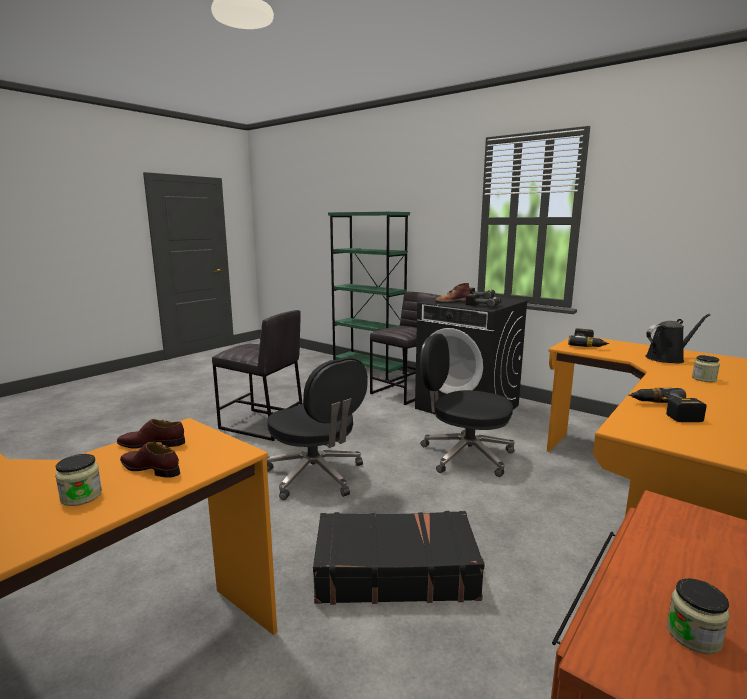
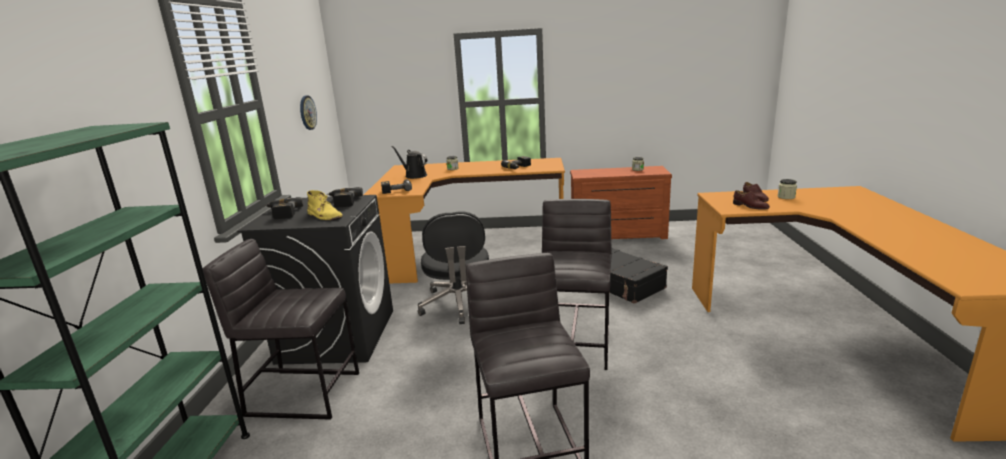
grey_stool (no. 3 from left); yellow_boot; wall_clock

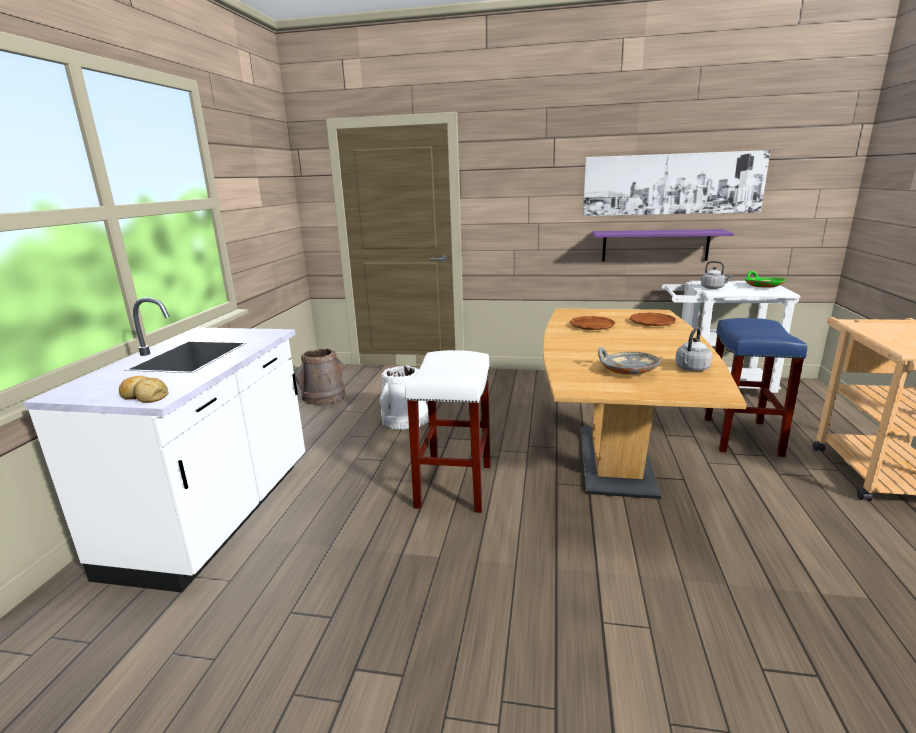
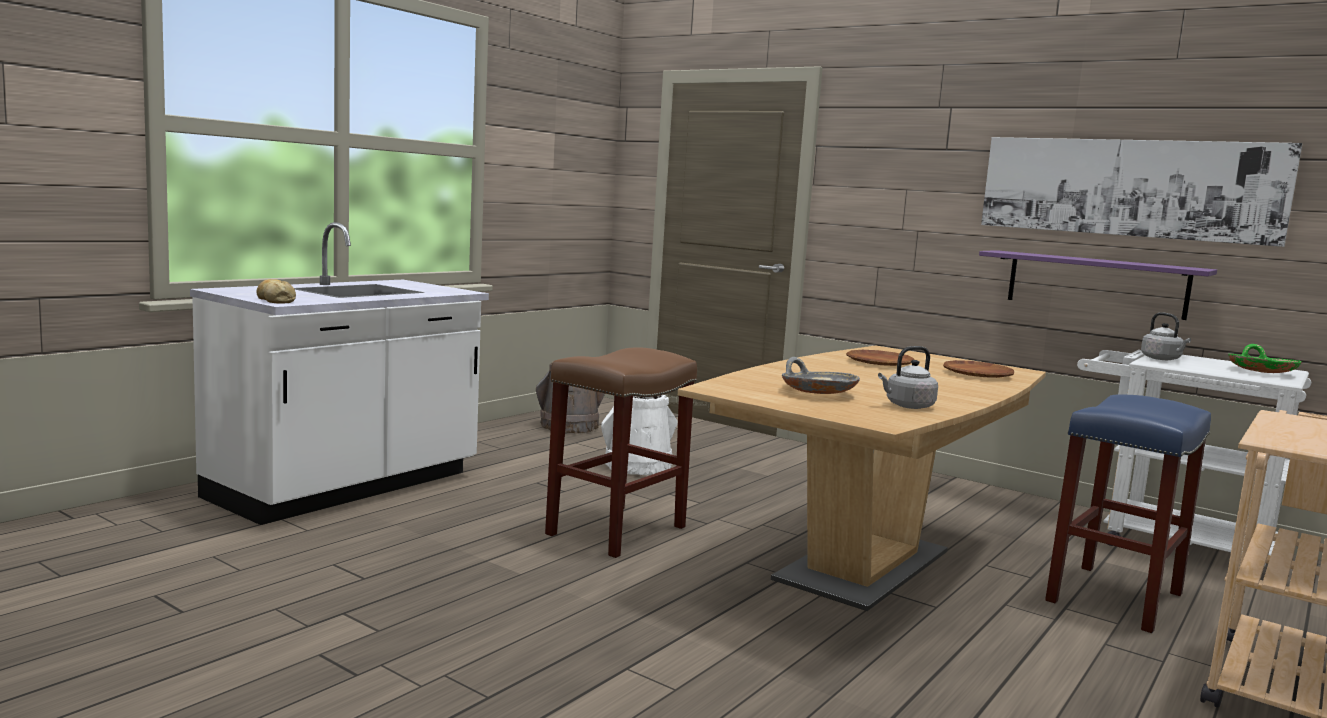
brown_stool

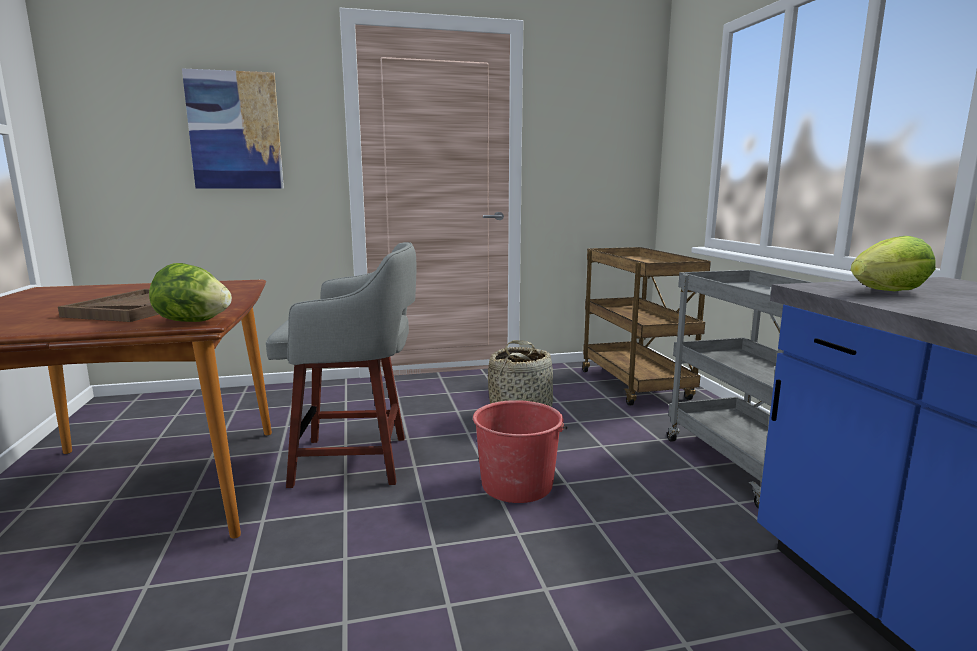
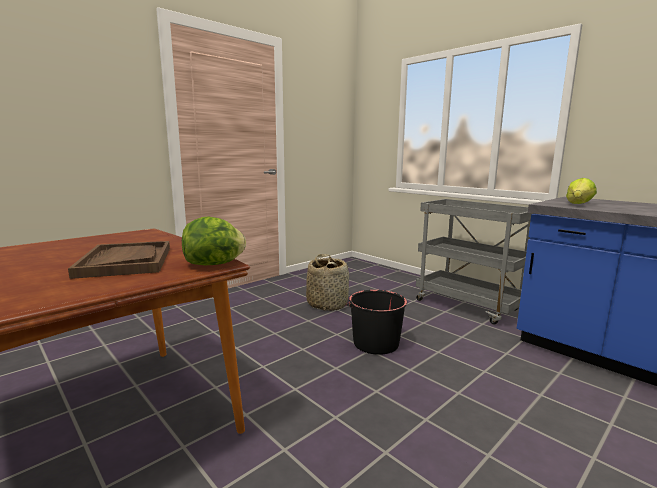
picture; grey_stool; black_bucket; brown_cart

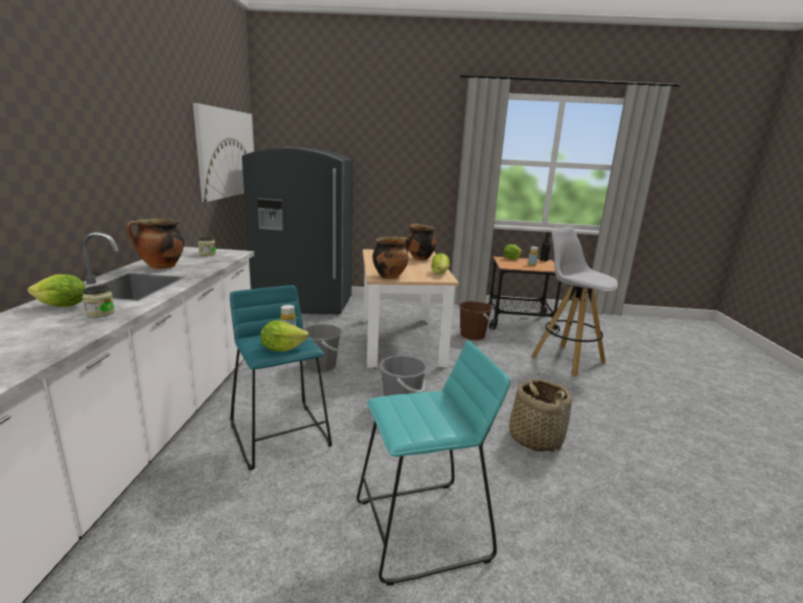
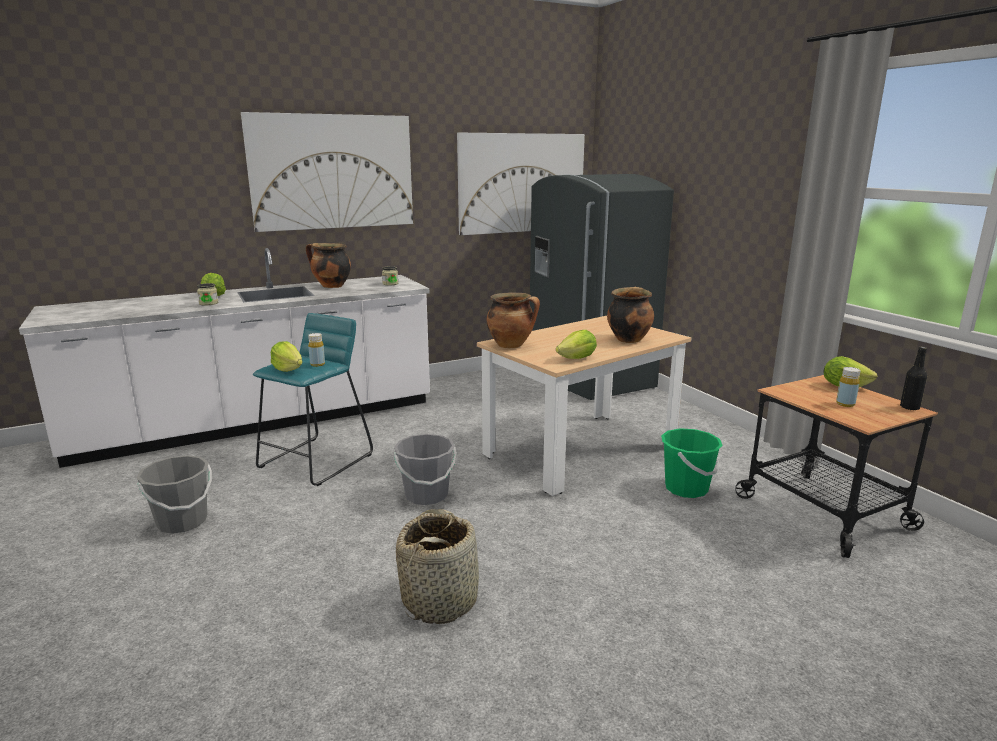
grey_bucket (no. 1 from left); turquoise_stool (no. 2 from left in the first image); green_bucket; white_stool; picture (no. 1 from left)

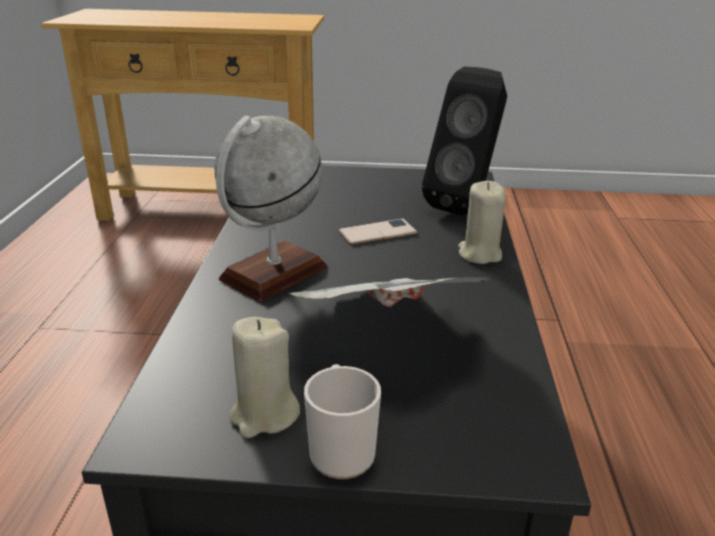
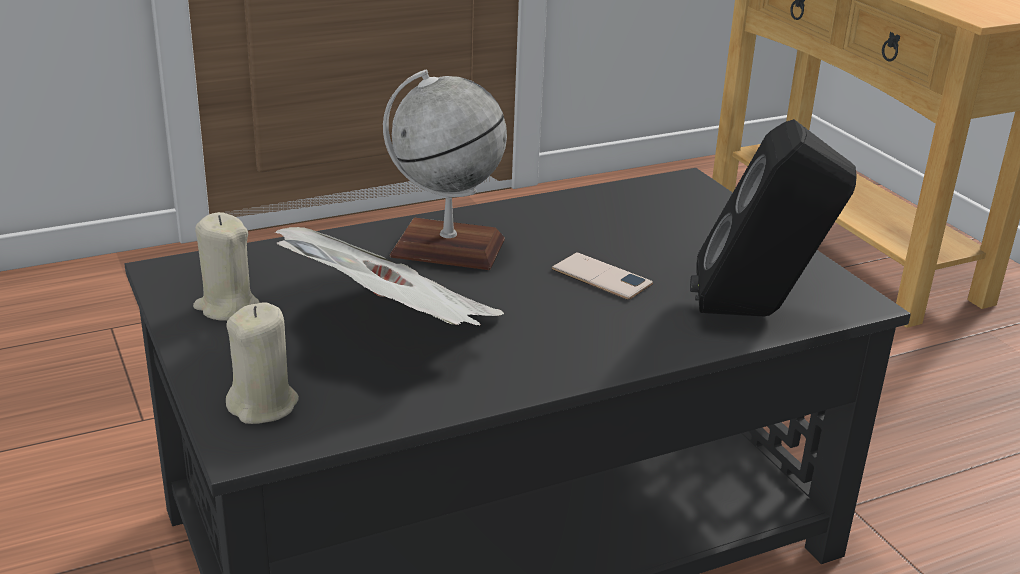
mug; beige_candle (no. 2 from left)

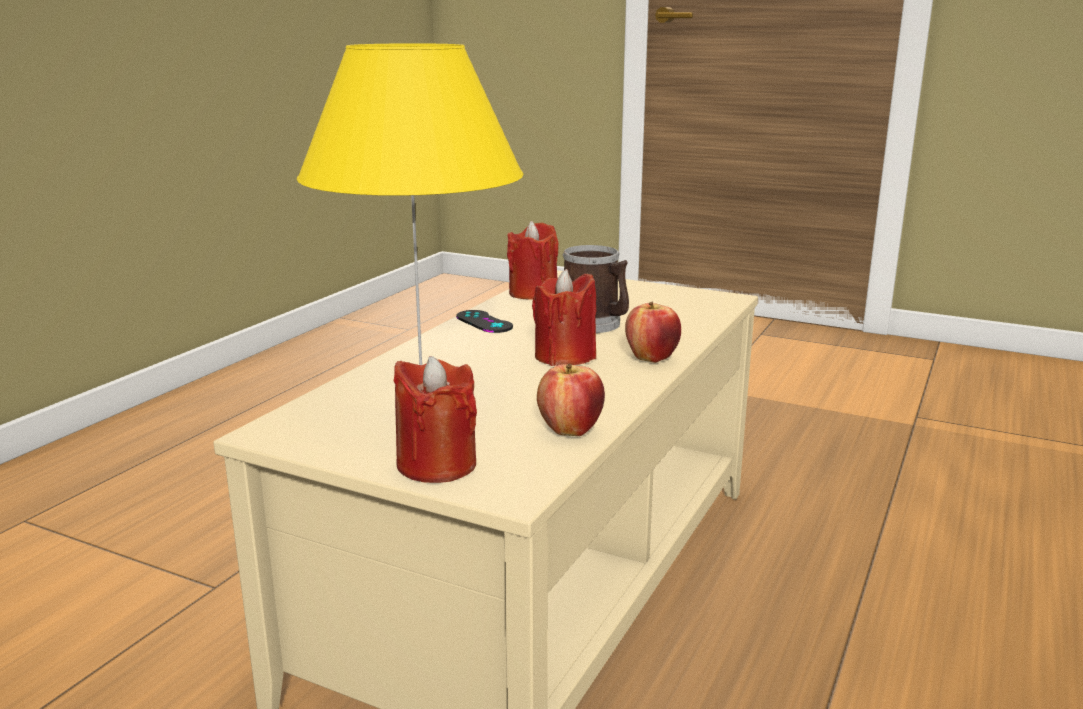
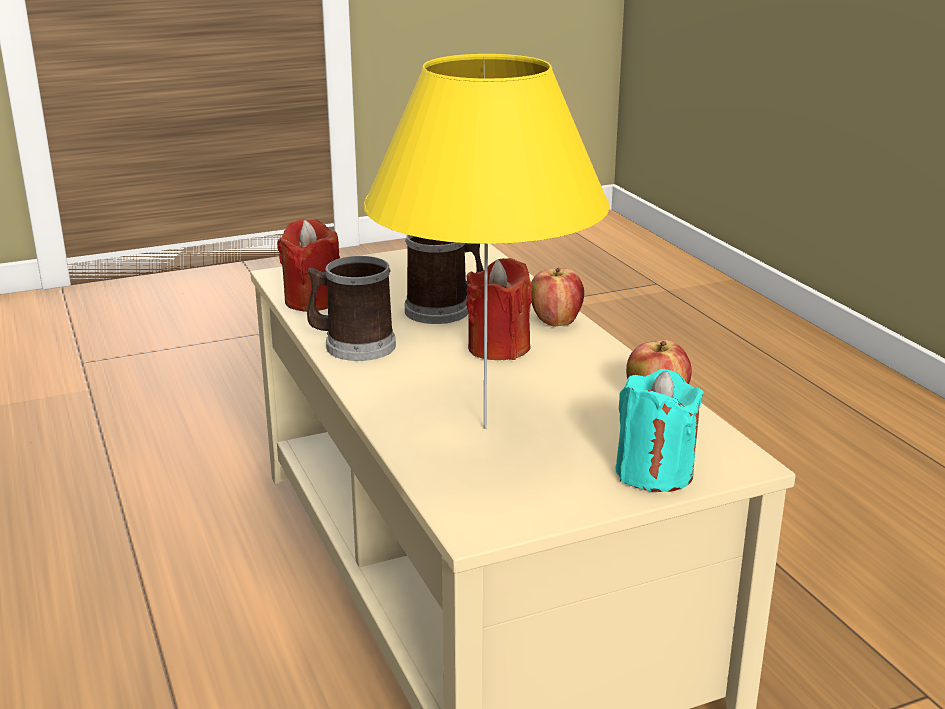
turquoise_candle; mug (no. 1 from left)

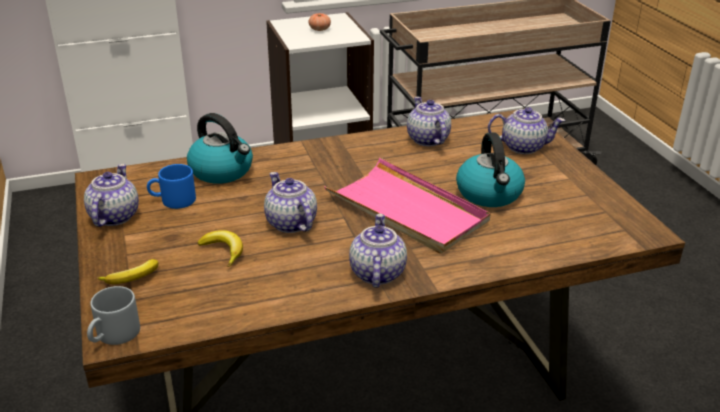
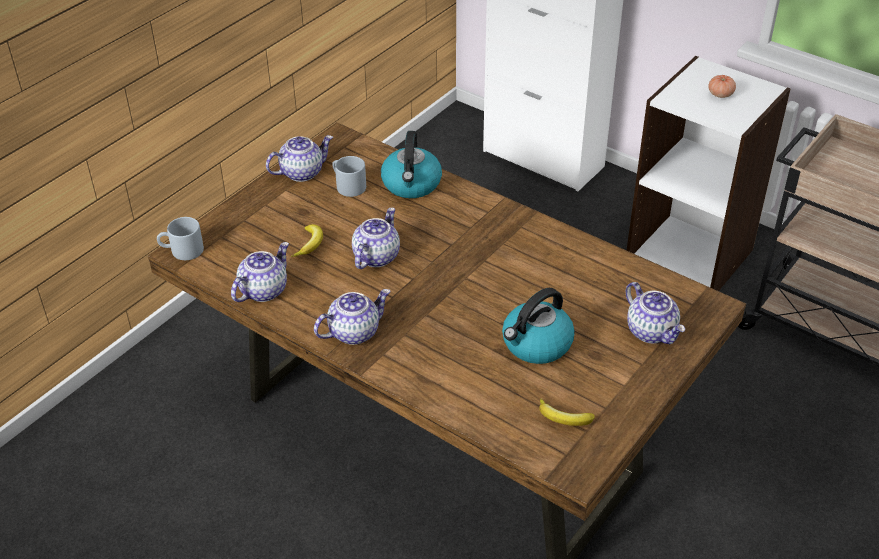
banana (no. 2 from left); grey_mug (no. 2 from left); pink_tray; teapot (no. 1 from left)

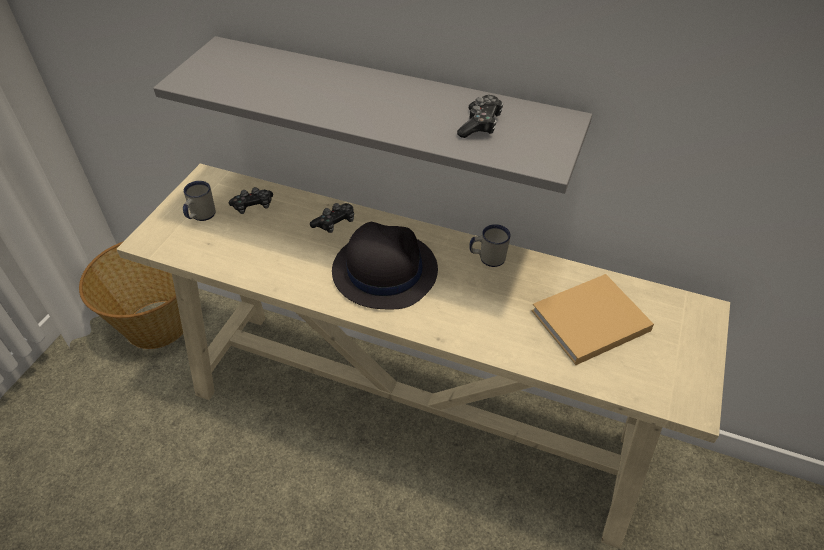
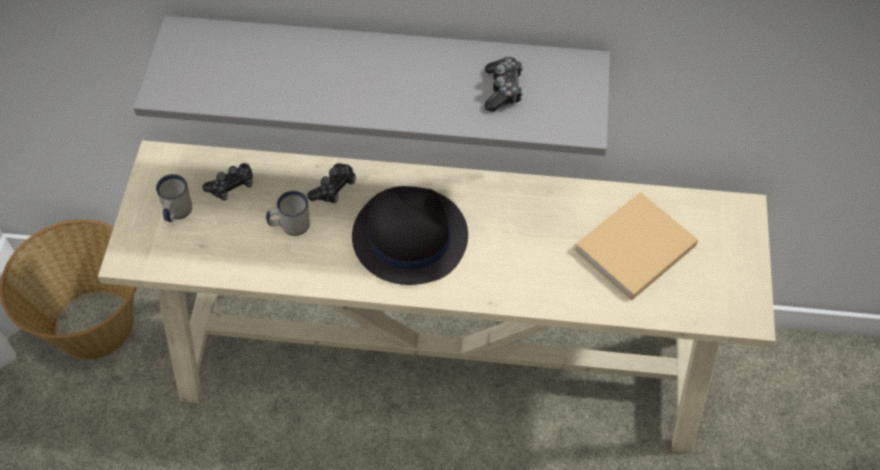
white_mug (no. 2 from left)

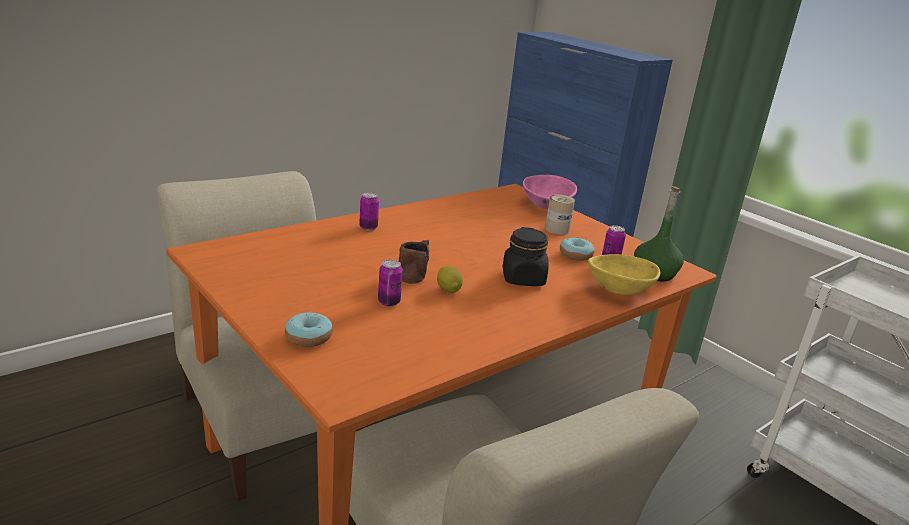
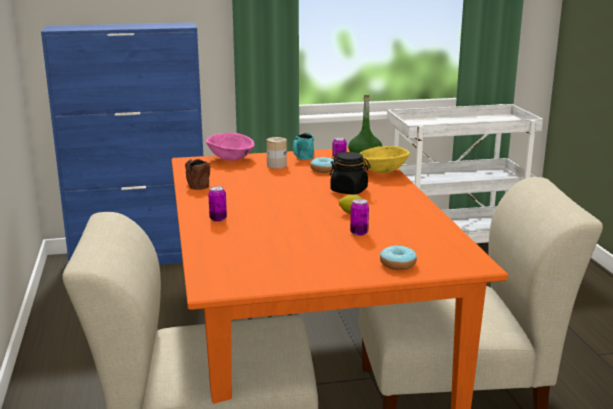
brown_mug; turquoise_mug

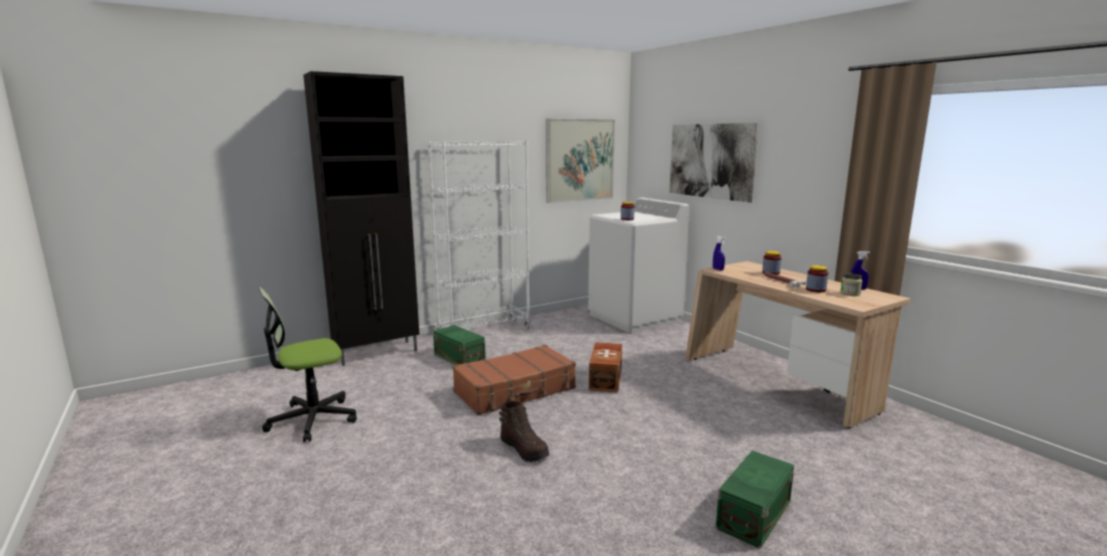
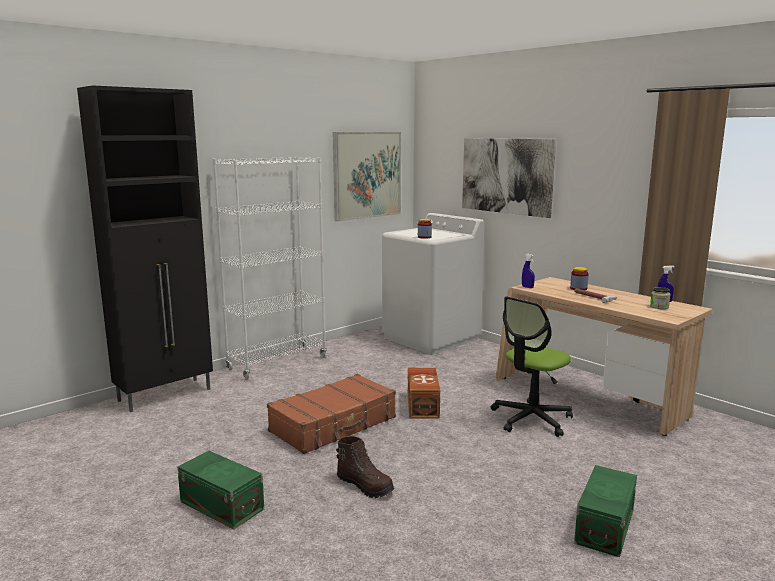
office_chair; green_storage_box (no. 1 from left); jar (no. 3 from left in the first image)

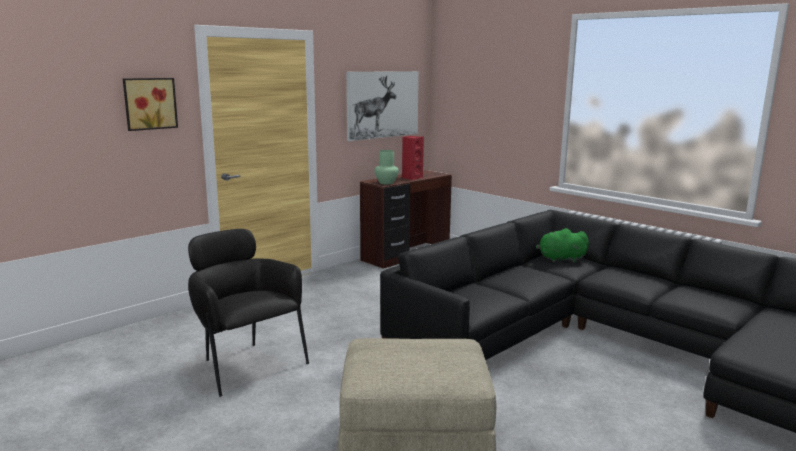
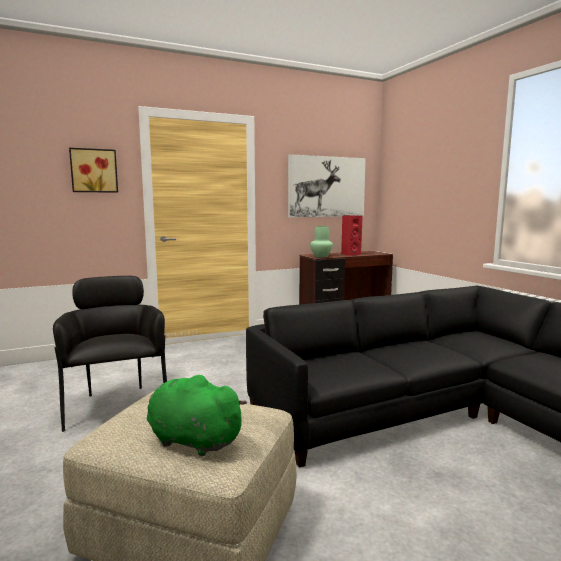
green_plush_toy

